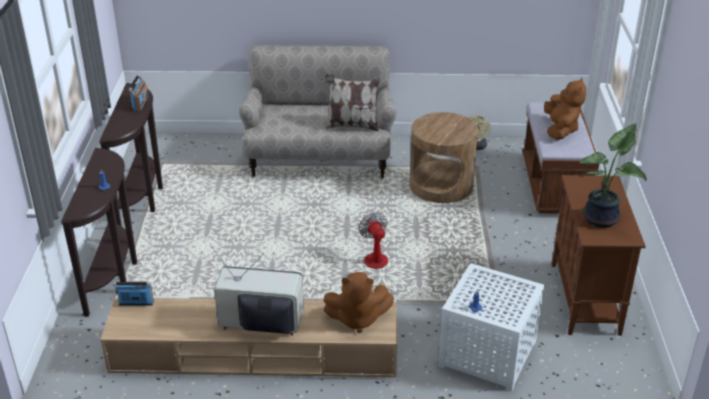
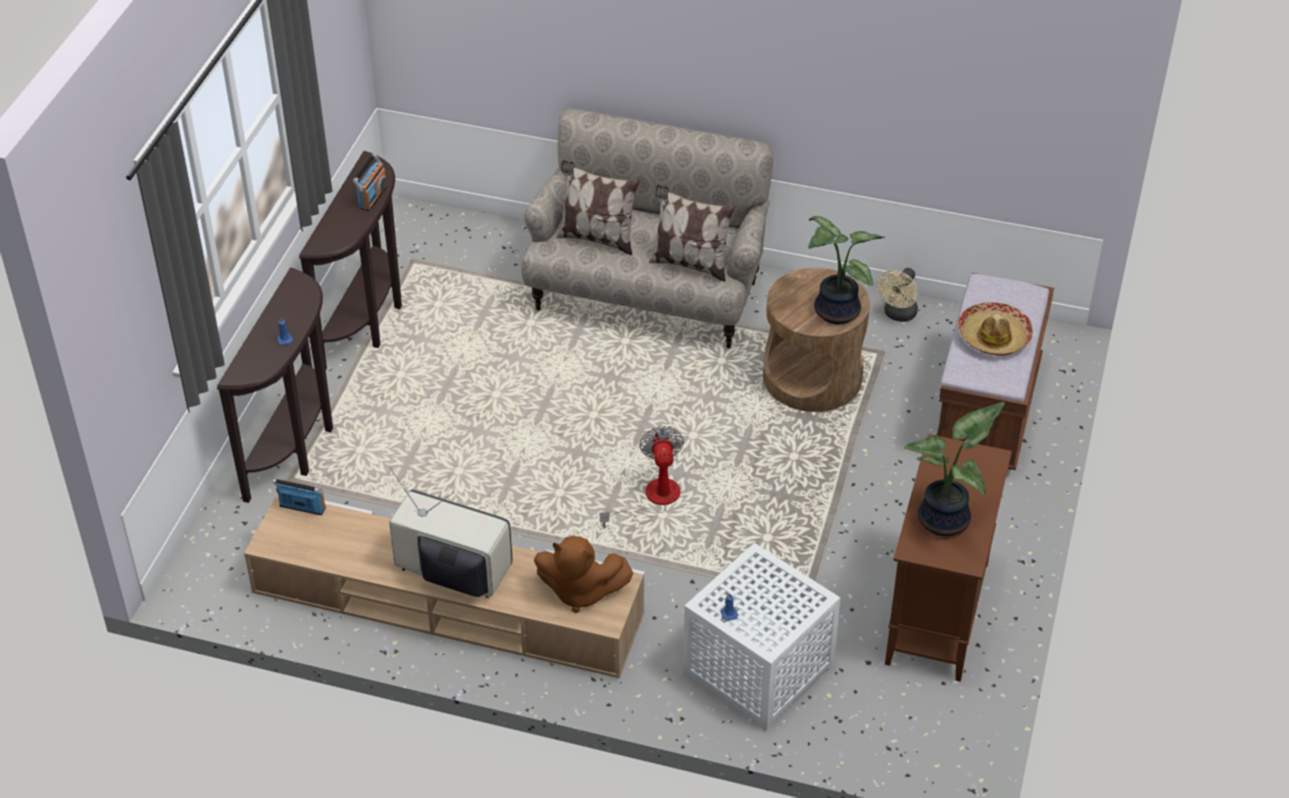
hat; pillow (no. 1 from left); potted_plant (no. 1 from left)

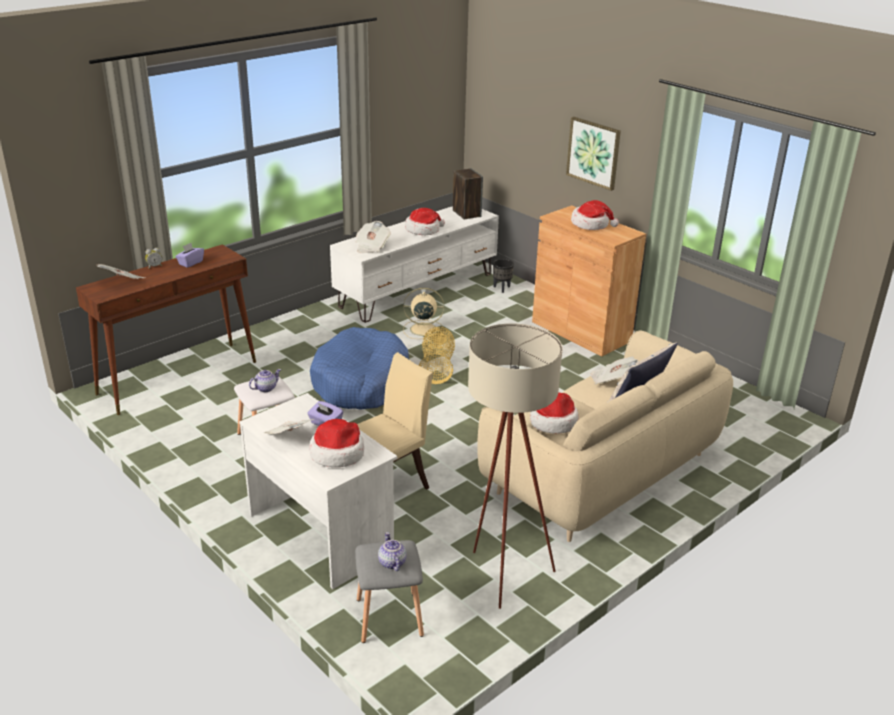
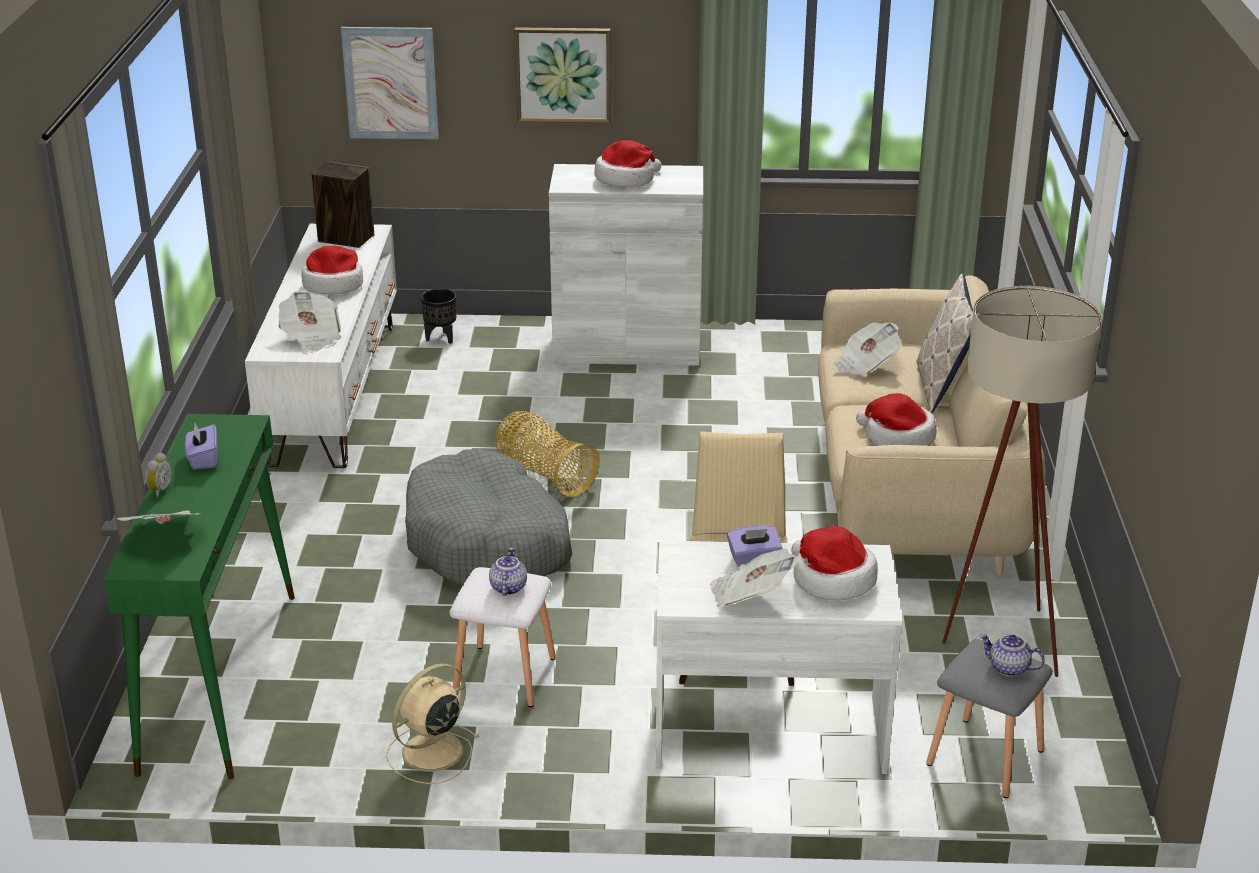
green_console_table; grey_dog_bed; beige_fan; white_cabinet; picture (no. 1 from left)

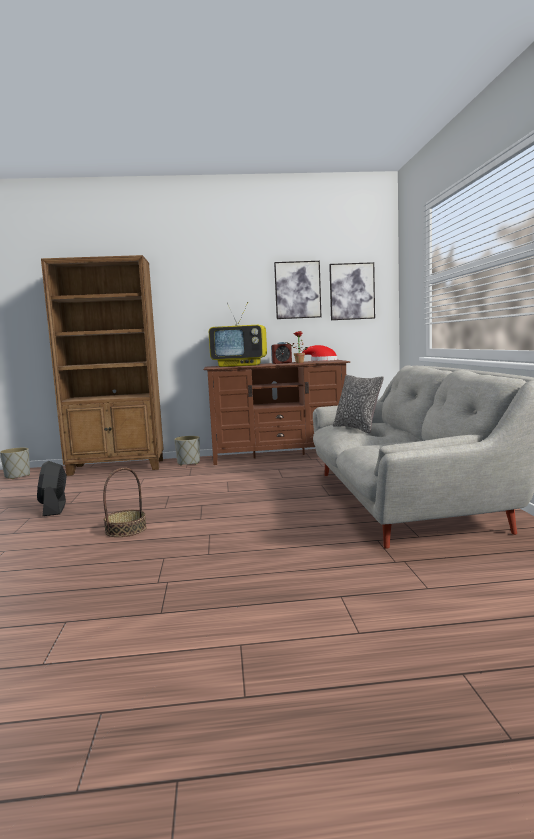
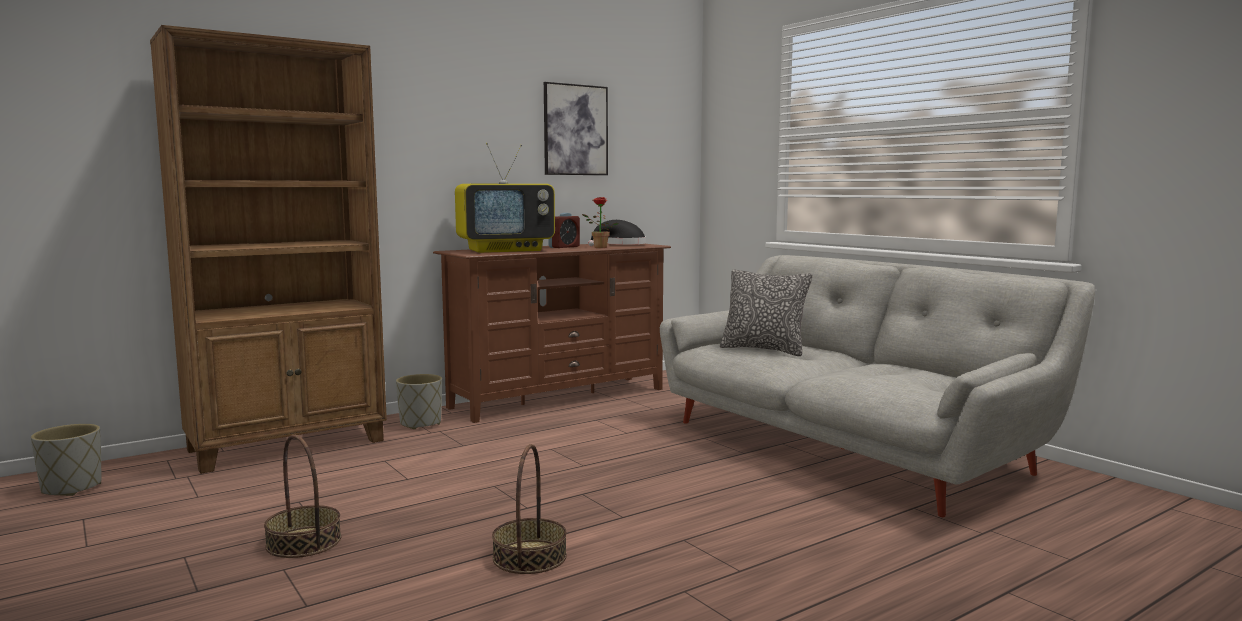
basket (no. 1 from left); black_hat; picture (no. 2 from left in the first image)

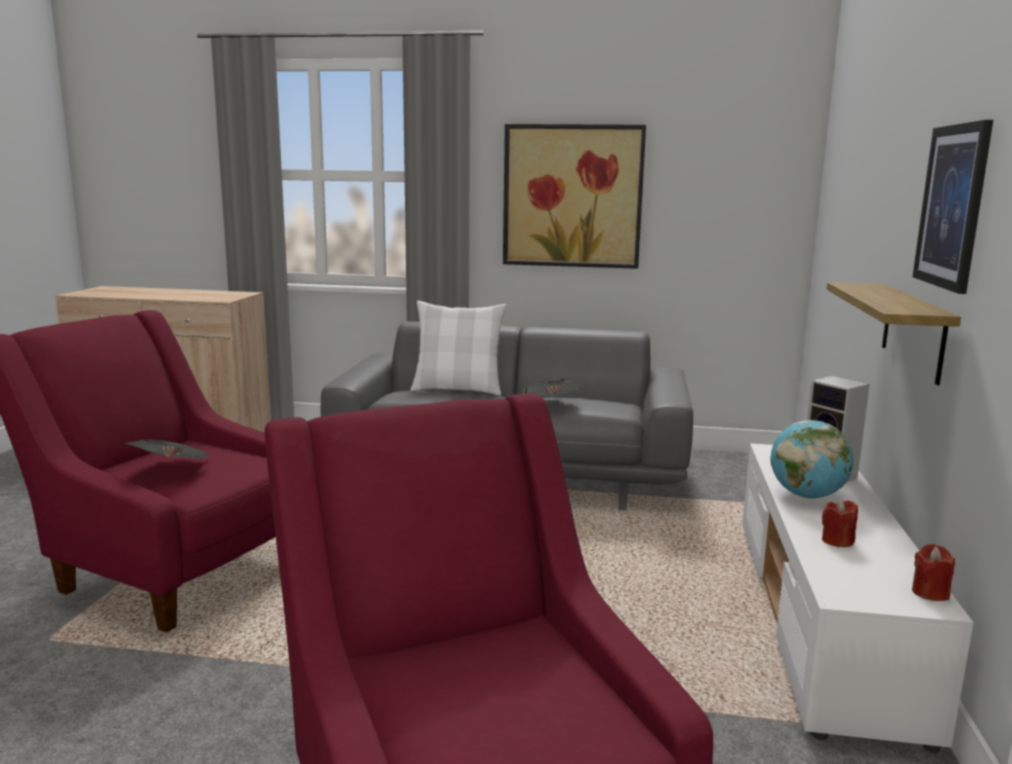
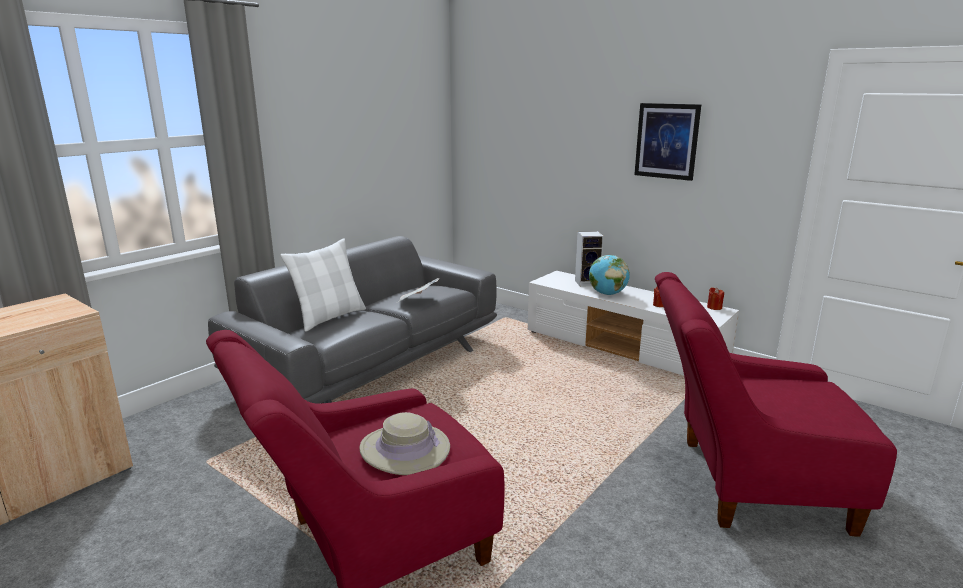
beige_hat; picture (no. 1 from left in the first image); shelf

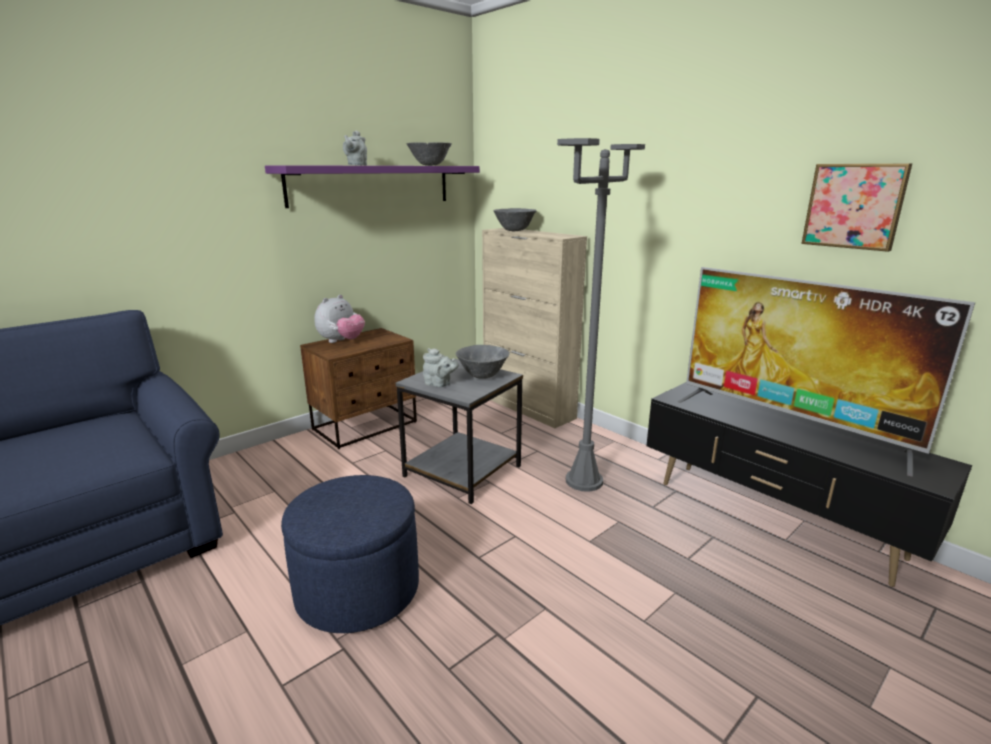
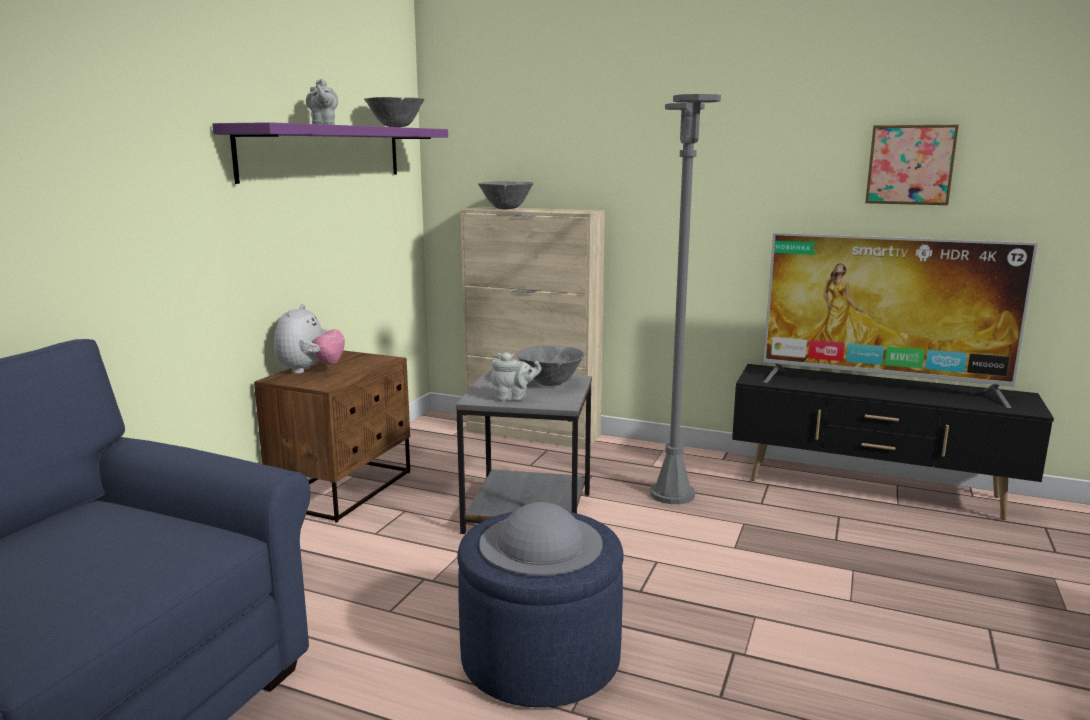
grey_hat

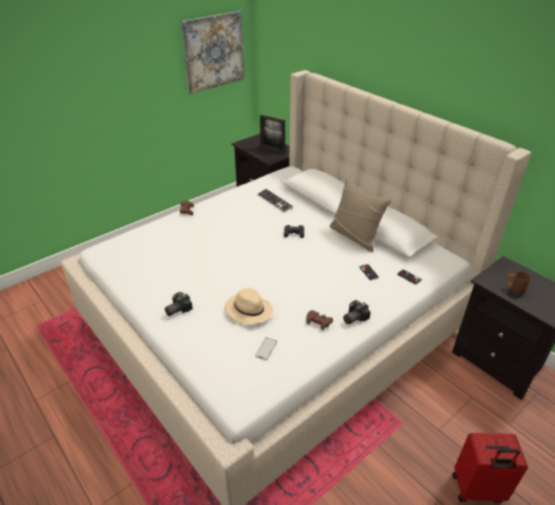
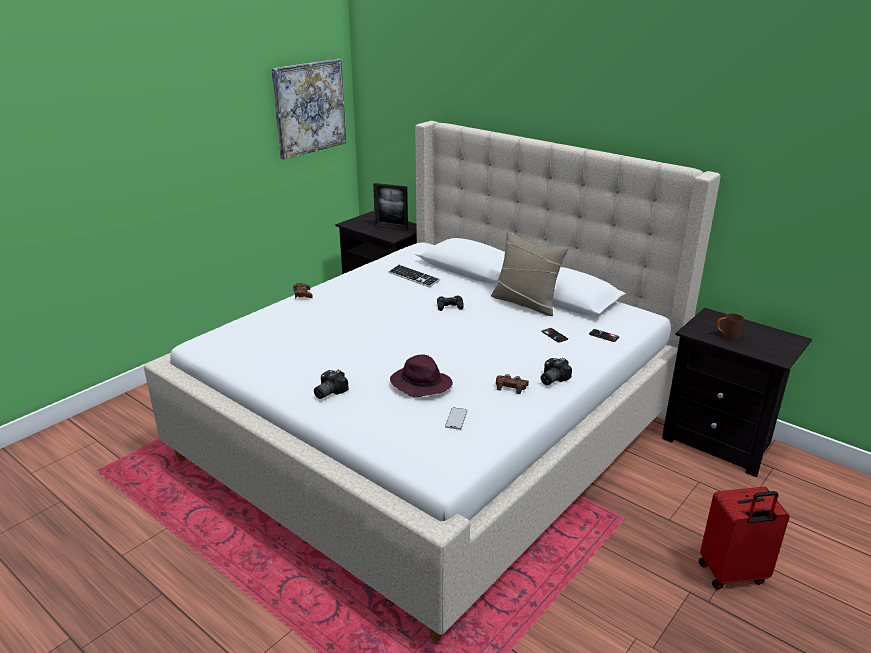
purple_hat

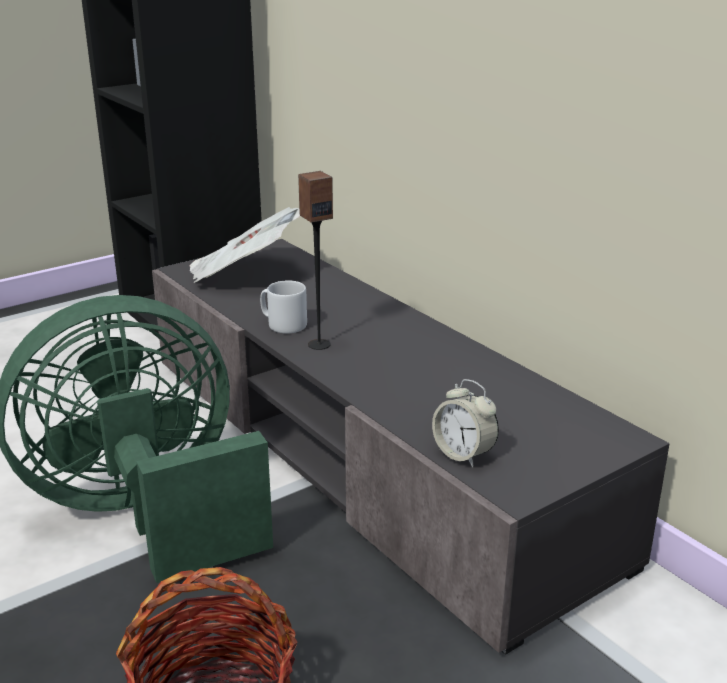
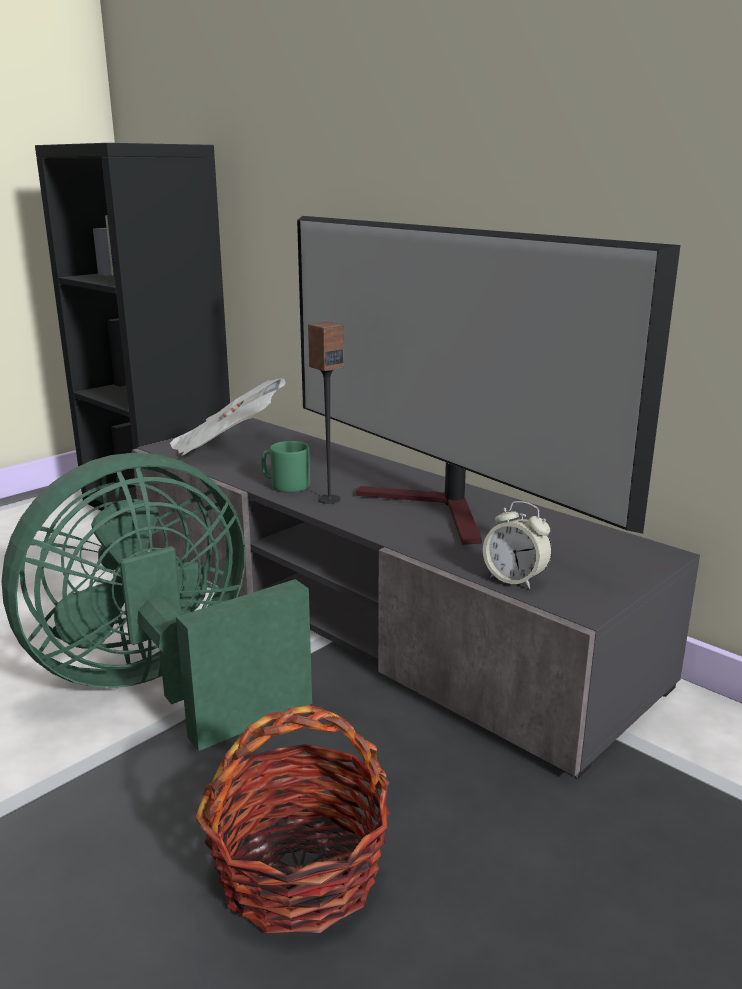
green_mug; television

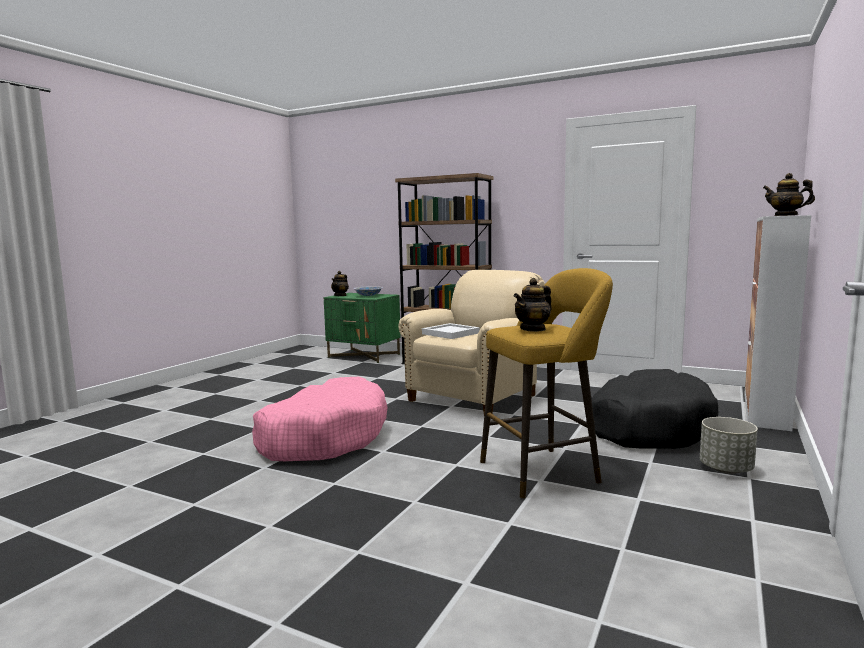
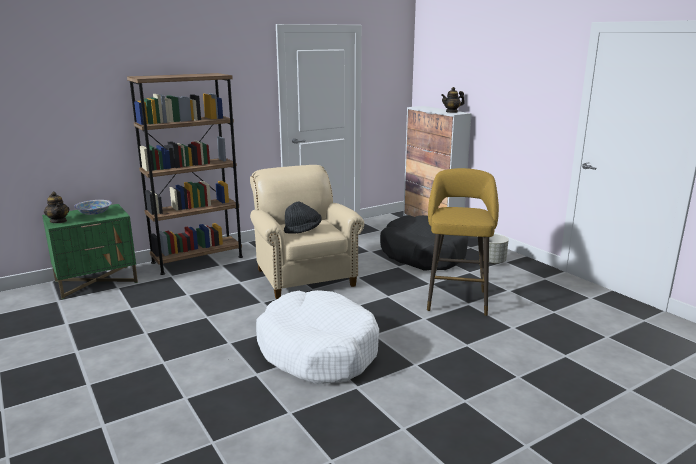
white_dog_bed; black_hat; teapot (no. 2 from left in the first image)

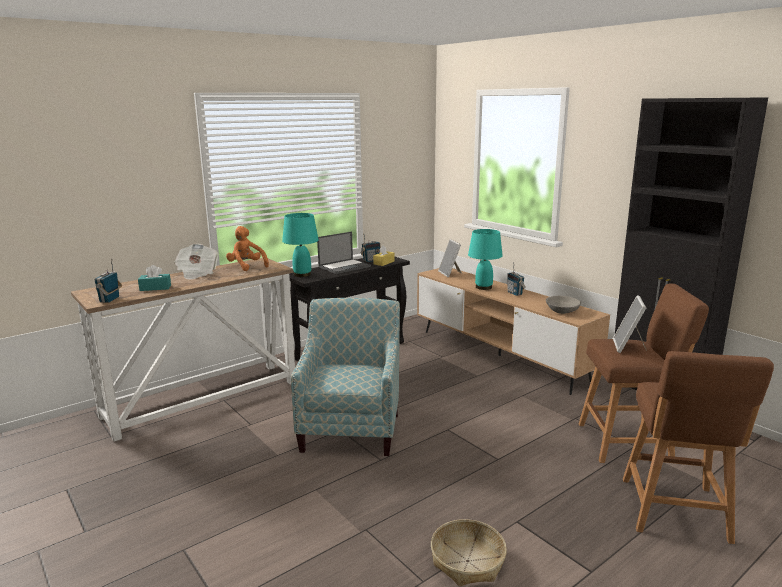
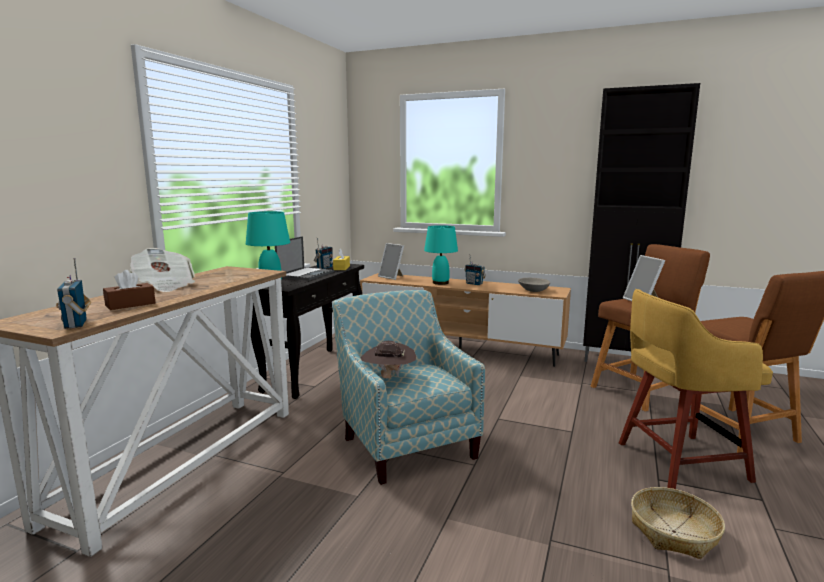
brown_tissue_box; orange_plush_toy; brown_hat; yellow_stool

